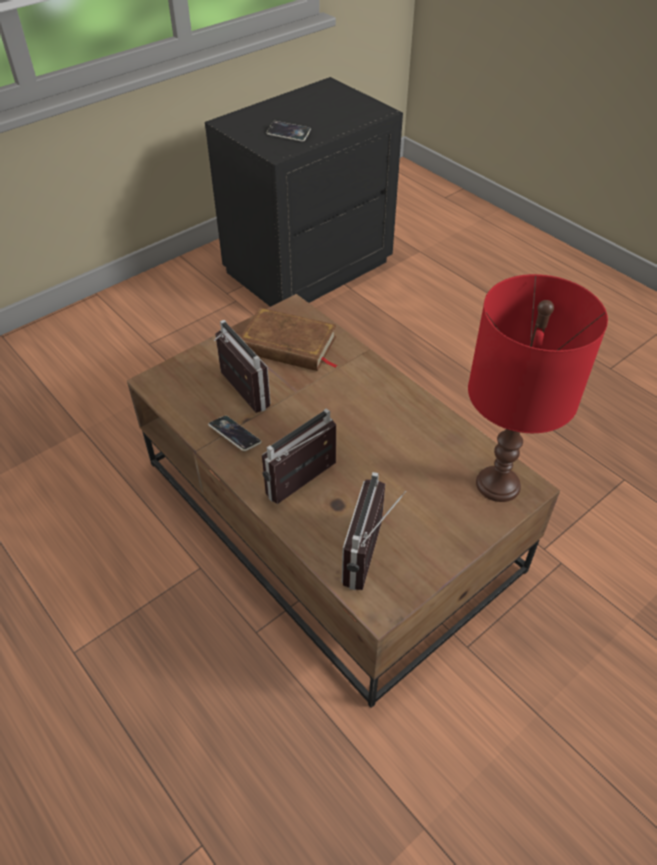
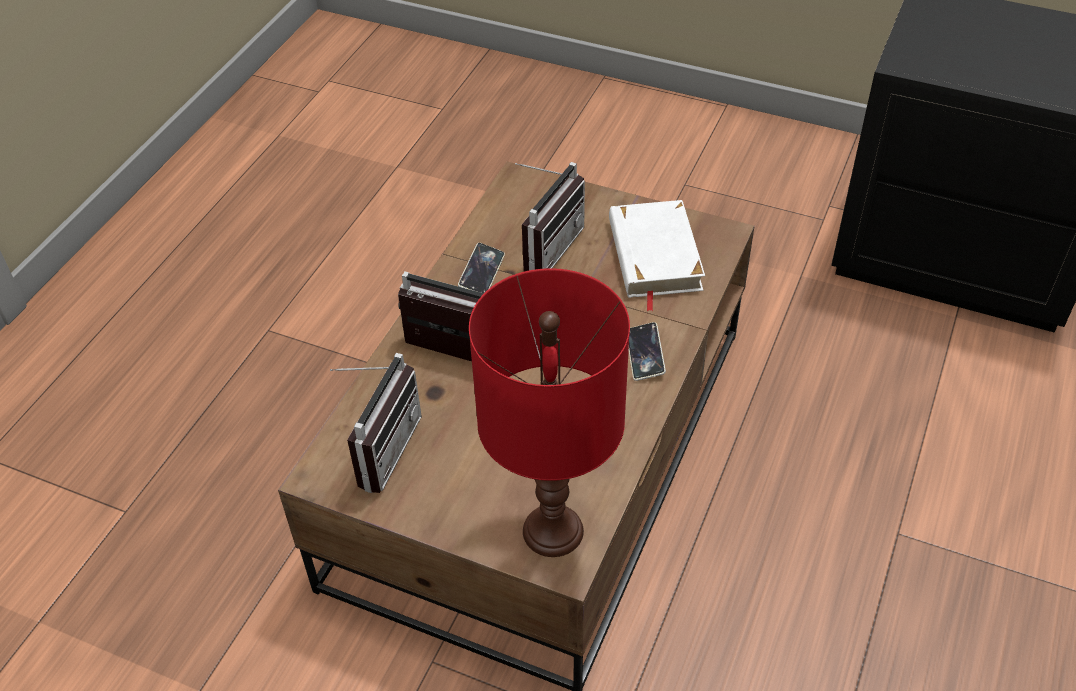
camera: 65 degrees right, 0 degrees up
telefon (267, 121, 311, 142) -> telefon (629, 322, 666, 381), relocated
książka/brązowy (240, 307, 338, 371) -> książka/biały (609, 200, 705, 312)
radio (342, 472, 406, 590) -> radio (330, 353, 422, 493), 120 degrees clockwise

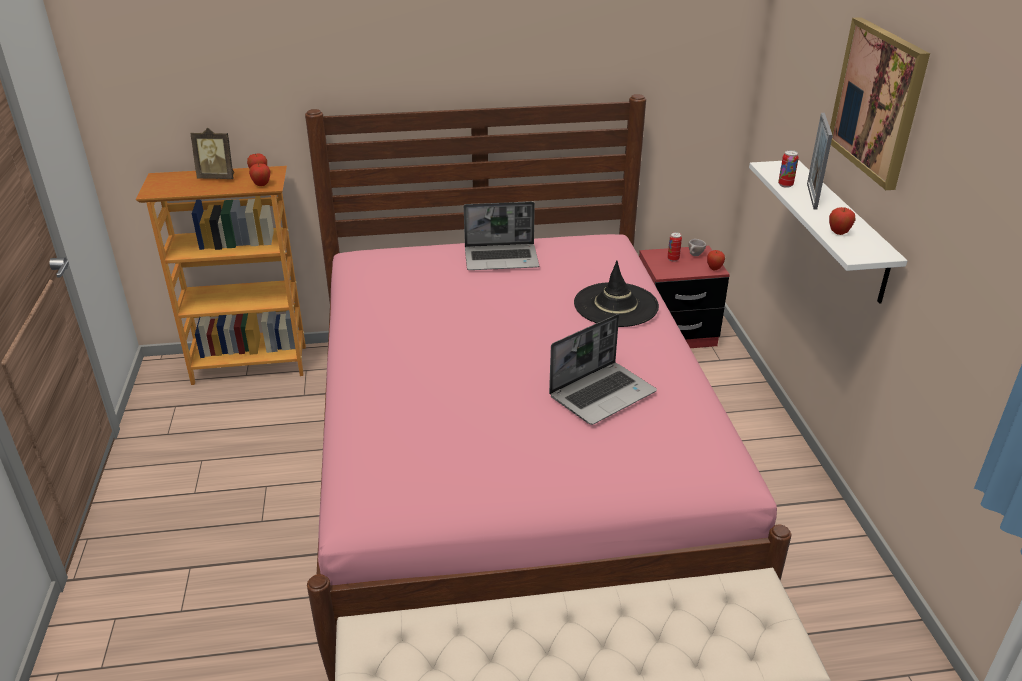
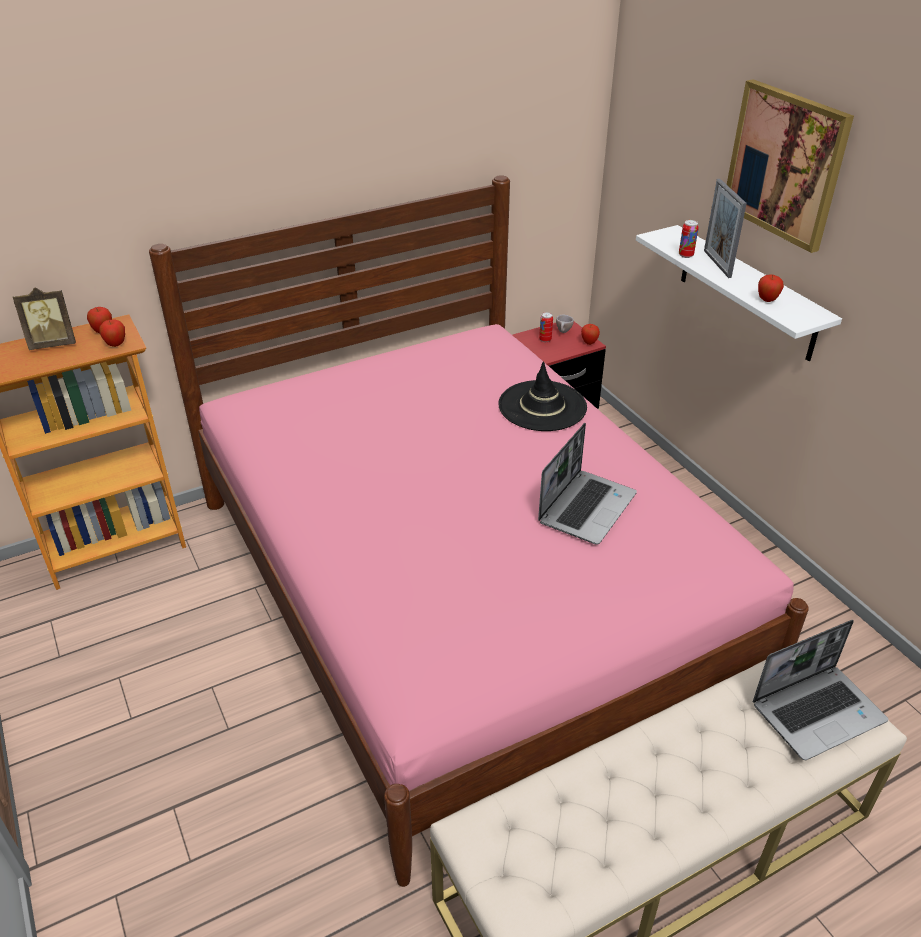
camera: 20 degrees left, 5 degrees up
laptop (464, 202, 539, 270) -> laptop (753, 620, 888, 760), relocated

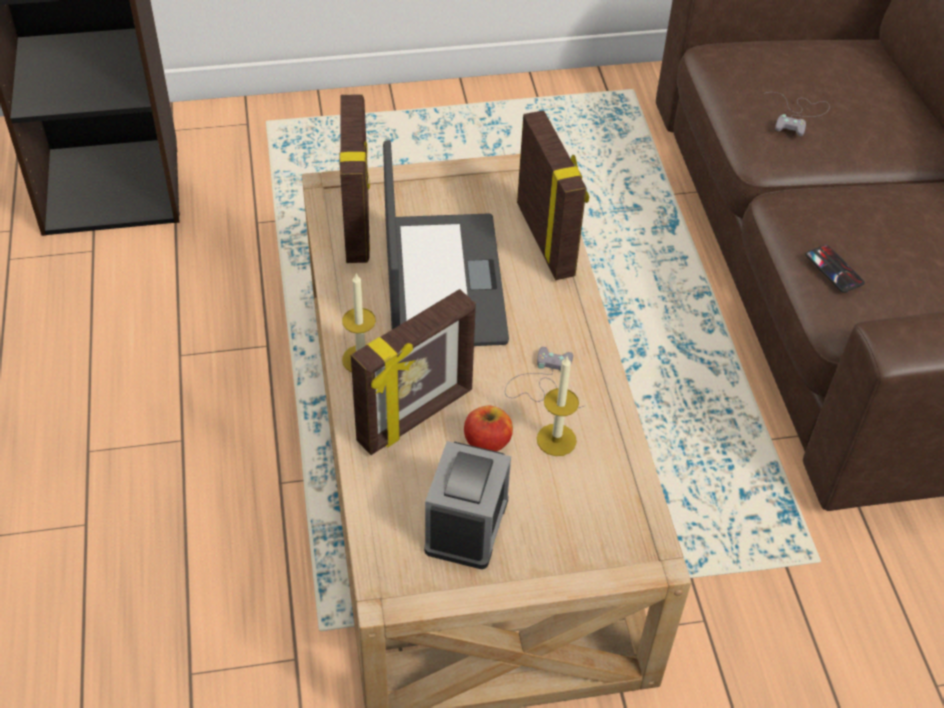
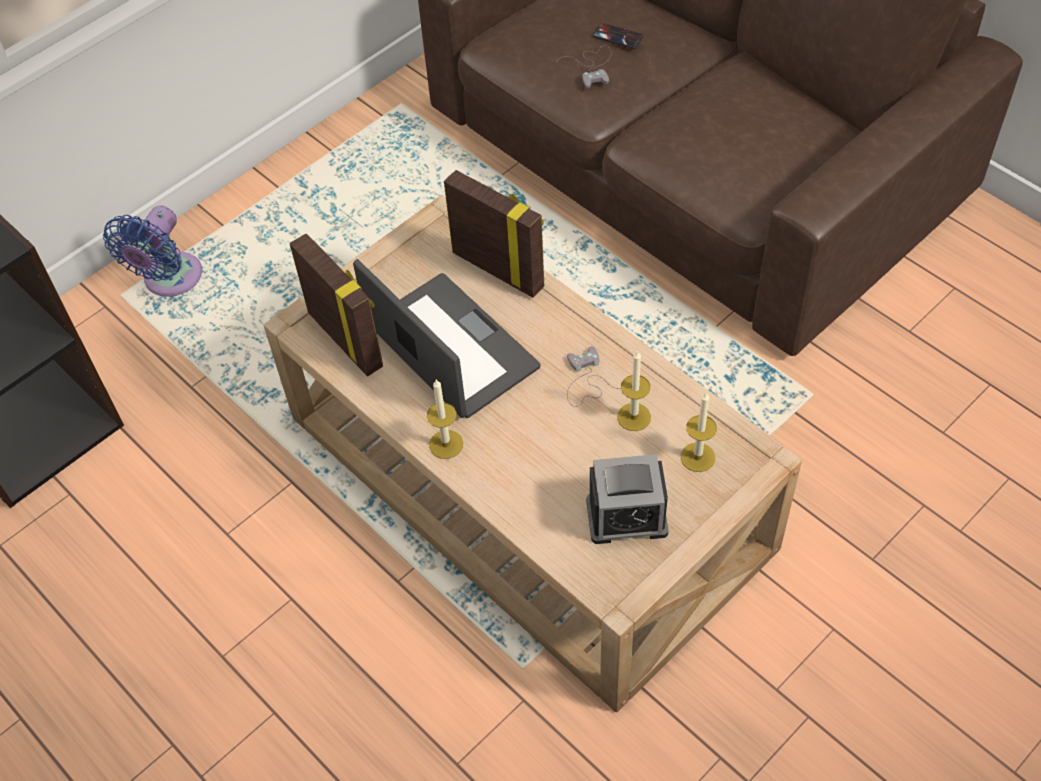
camera: 30 degrees left, 5 degrees up
ramka na zdjęcie (351, 289, 476, 455) -> none
jabłko (464, 405, 513, 451) -> none
none -> wentylator/niebieski (103, 205, 202, 297)
none -> świeca (681, 393, 717, 472)
telefon (805, 245, 865, 293) -> telefon (593, 23, 644, 49), relocated
budzik (424, 441, 511, 569) -> budzik (586, 454, 669, 544), 105 degrees clockwise

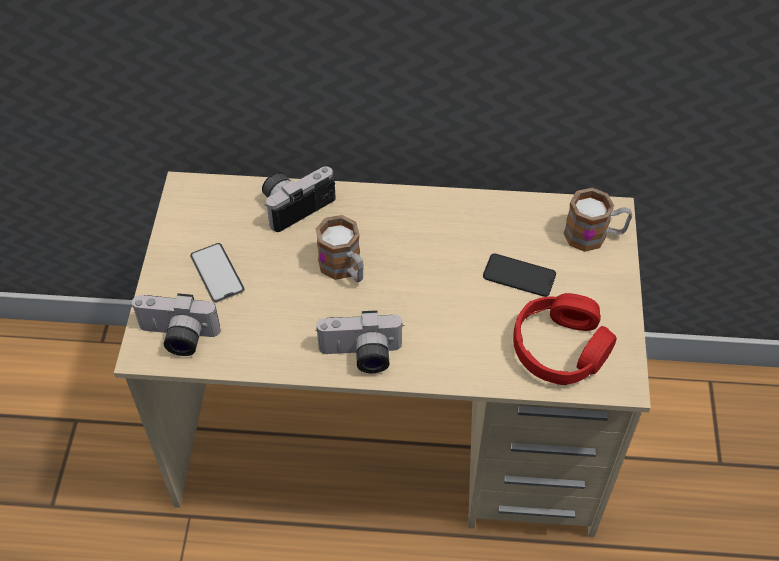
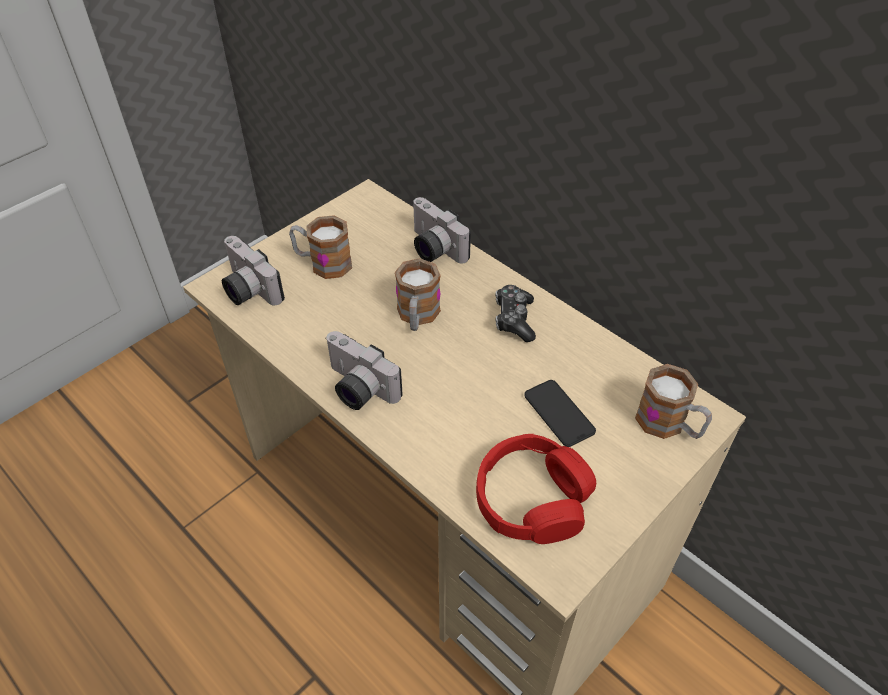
camera: 40 degrees right, 5 degrees down
none -> pad do gier (495, 285, 536, 342)
telefon (190, 243, 245, 303) -> kubek (289, 215, 352, 279)
aparat fotograficzny (262, 166, 336, 232) -> aparat fotograficzny (412, 197, 471, 264), 135 degrees counterclockwise

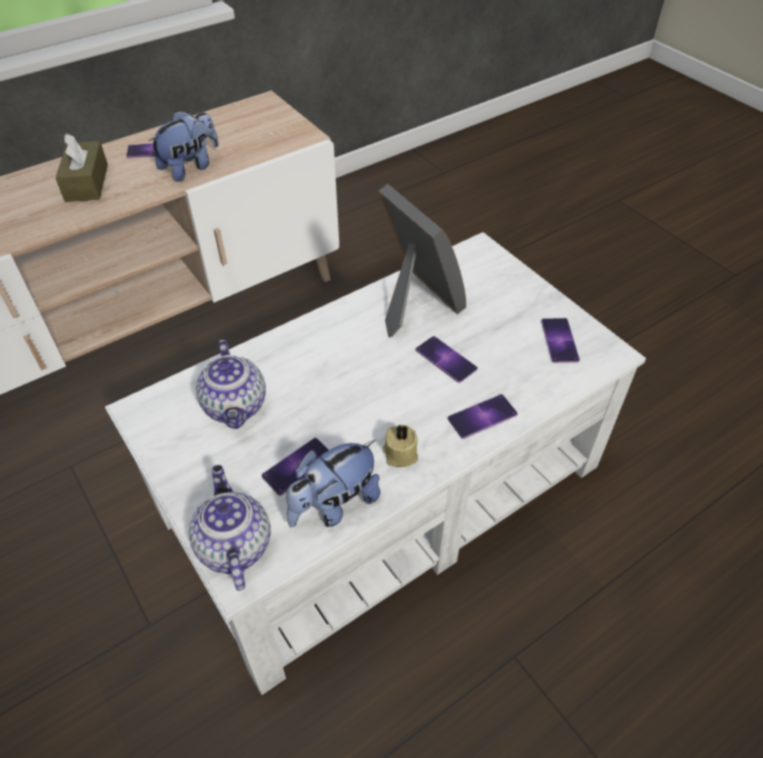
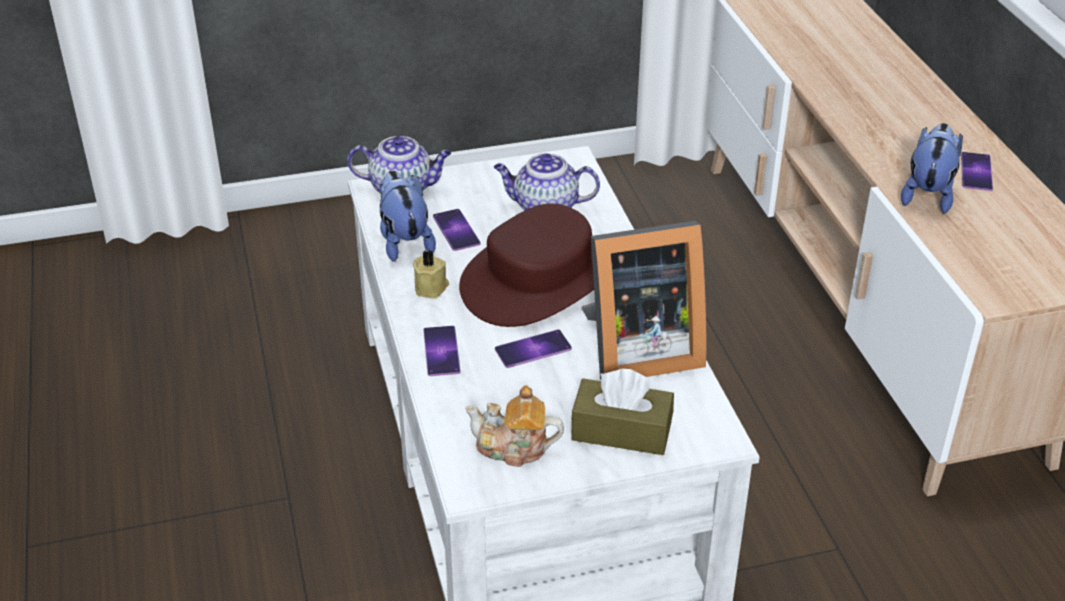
camera: 110 degrees right, 10 degrees down
none -> kapelusz/brązowy (459, 204, 594, 327)
pudełko chusteczek/brązowy (56, 133, 108, 202) -> pudełko chusteczek/brązowy (571, 369, 674, 455), relocated
telefon (541, 318, 580, 363) -> imbryk (465, 385, 564, 467)
pluszak (148, 110, 219, 182) -> pluszak (901, 123, 963, 214), 135 degrees counterclockwise

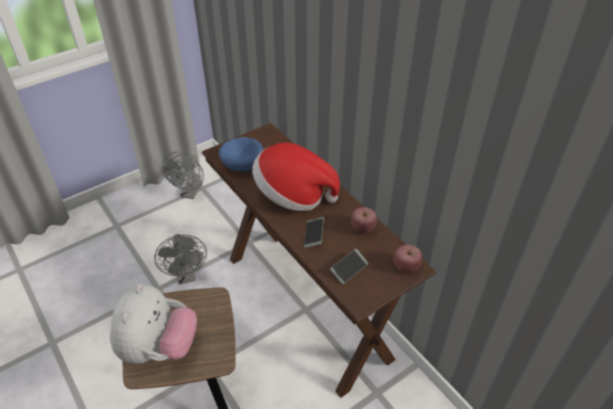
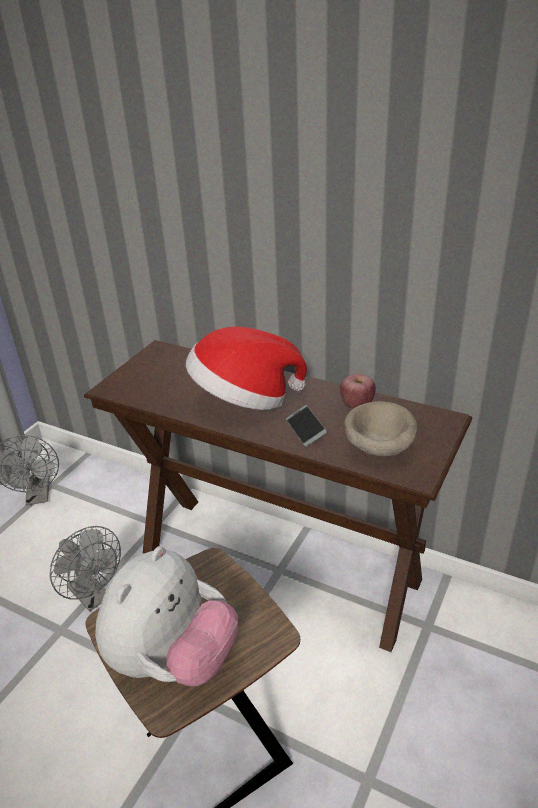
camera: 25 degrees left, 10 degrees down
miska/niebieski (219, 137, 263, 171) -> none
jabłko (393, 245, 423, 273) -> none
telefon (330, 249, 368, 284) -> miska/beżowy (344, 401, 417, 456)
pluszak (110, 284, 197, 364) -> pluszak (95, 546, 238, 686), 45 degrees clockwise

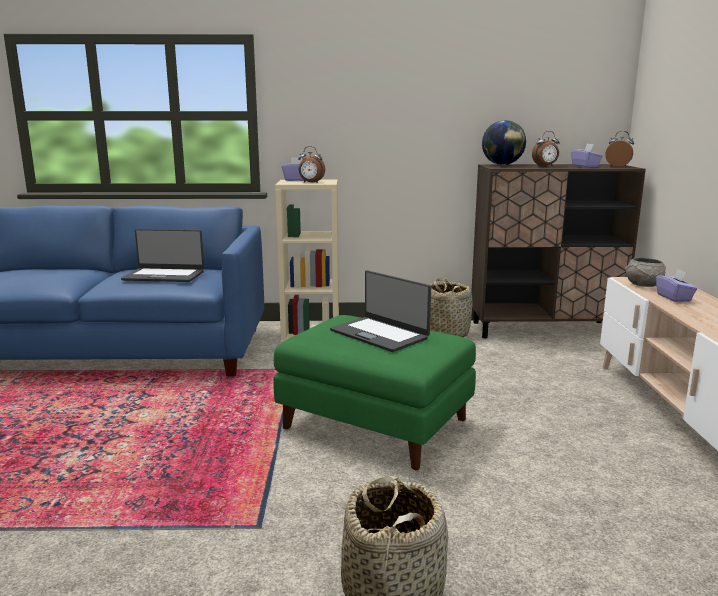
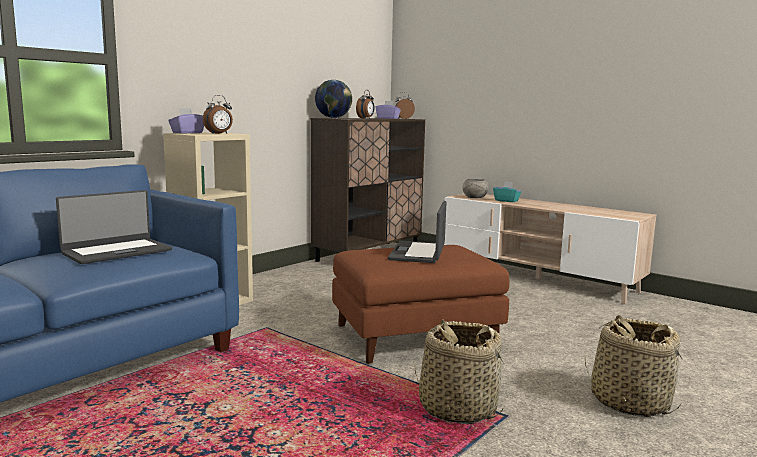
camera: 50 degrees left, 5 degrees down
koszyk (430, 278, 472, 337) -> koszyk (414, 320, 504, 424), relocated
pufa/zielony (273, 315, 476, 471) -> pufa/brązowy (332, 245, 509, 364)
pudełko chusteczek/fioletowy (656, 269, 697, 302) -> pudełko chusteczek/turkusowy (493, 181, 521, 202)
laptop (330, 270, 431, 352) -> laptop (388, 201, 446, 263), 105 degrees clockwise

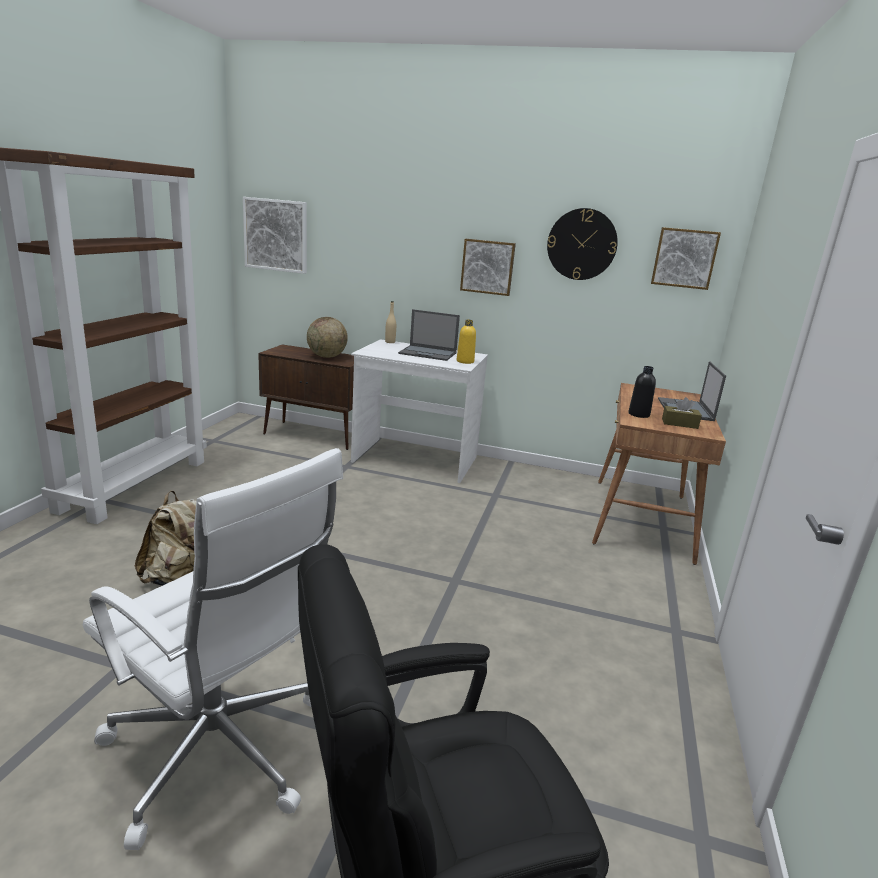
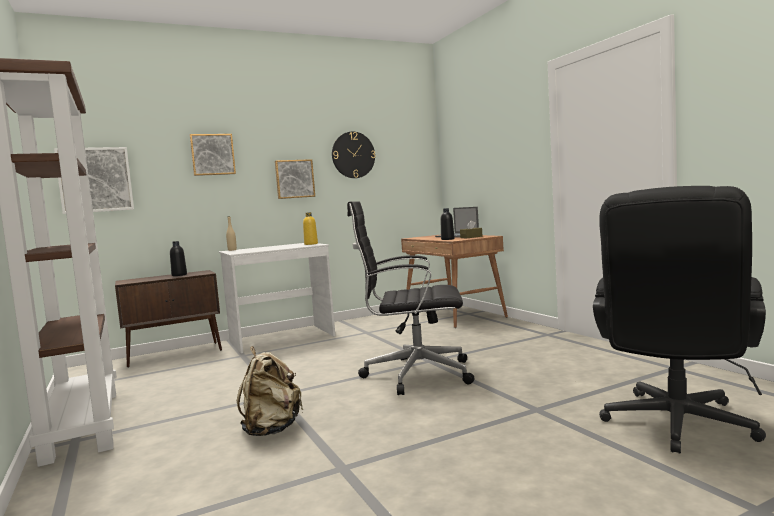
camera: 40 degrees left, 15 degrees down
krzesło biurowe/biały (83, 448, 343, 850) -> none
laptop (398, 309, 460, 361) -> none
none -> krzesło biurowe/czarny (347, 201, 474, 395)
obraz (651, 227, 721, 290) -> obraz (190, 134, 236, 176), relocated
globus (307, 317, 348, 358) -> butelka/czarny (170, 241, 187, 276)

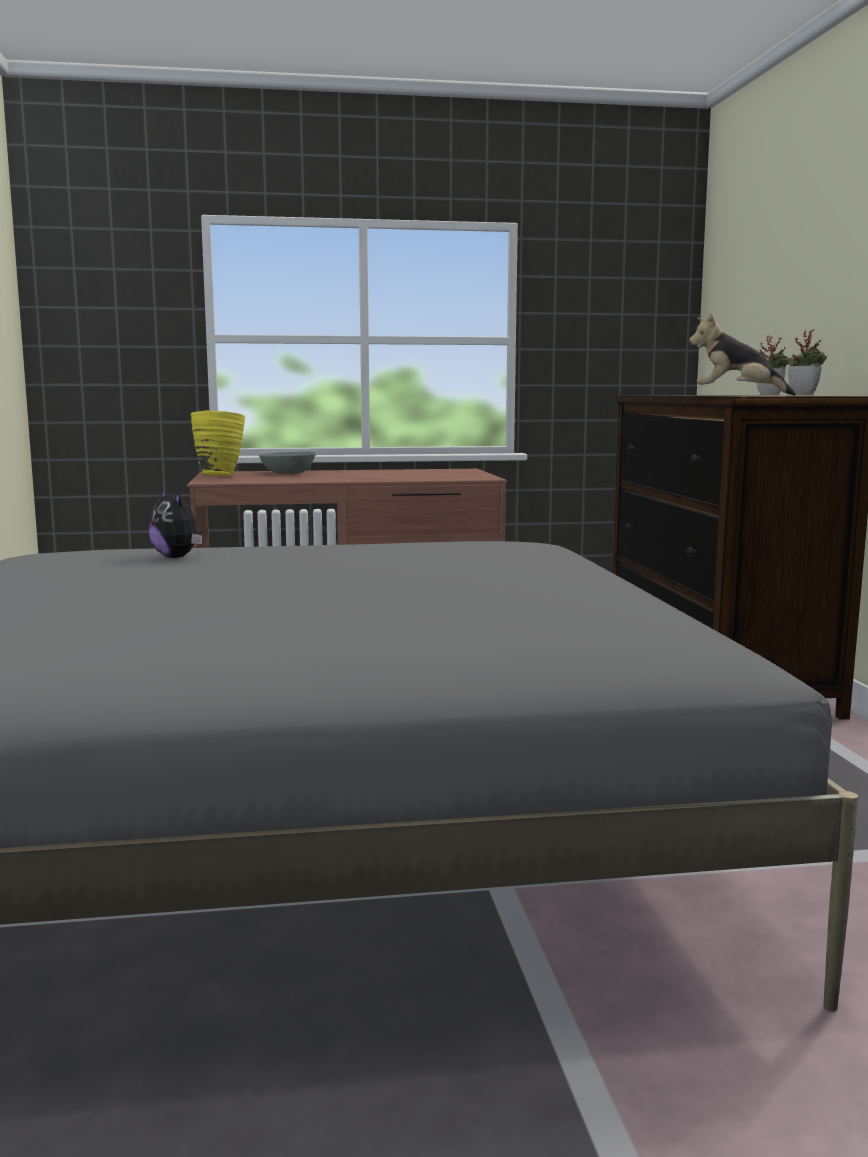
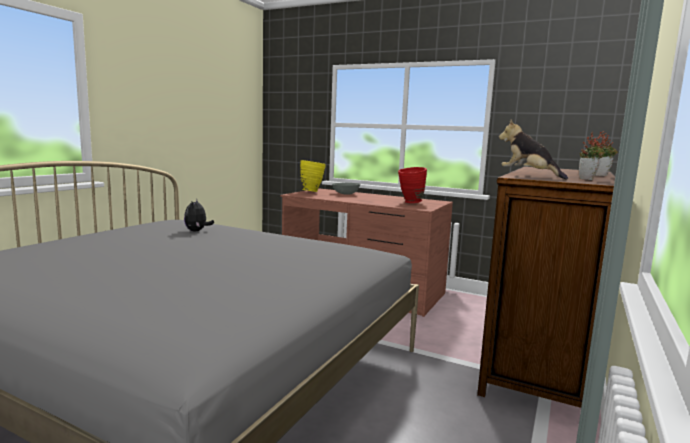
camera: 35 degrees right, 0 degrees up
none -> wazon/czerwony (398, 167, 427, 203)

